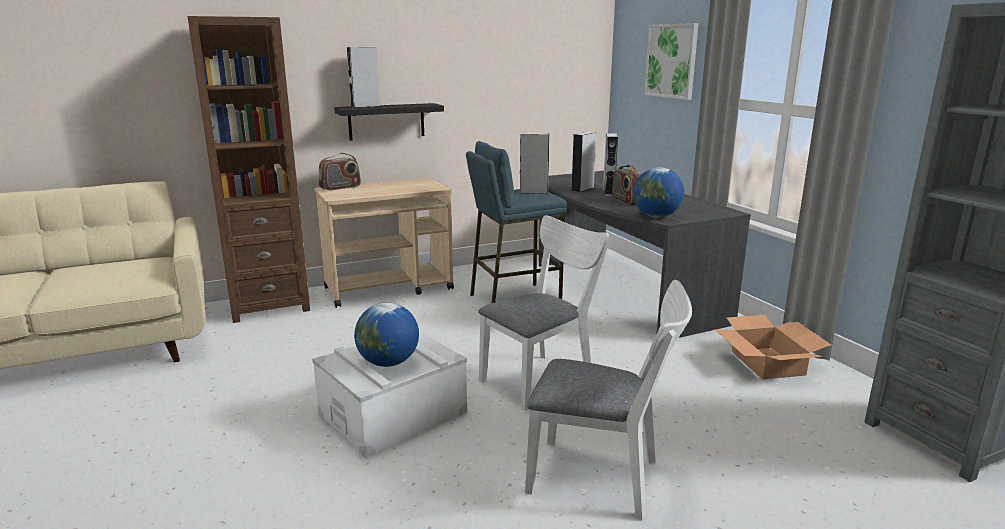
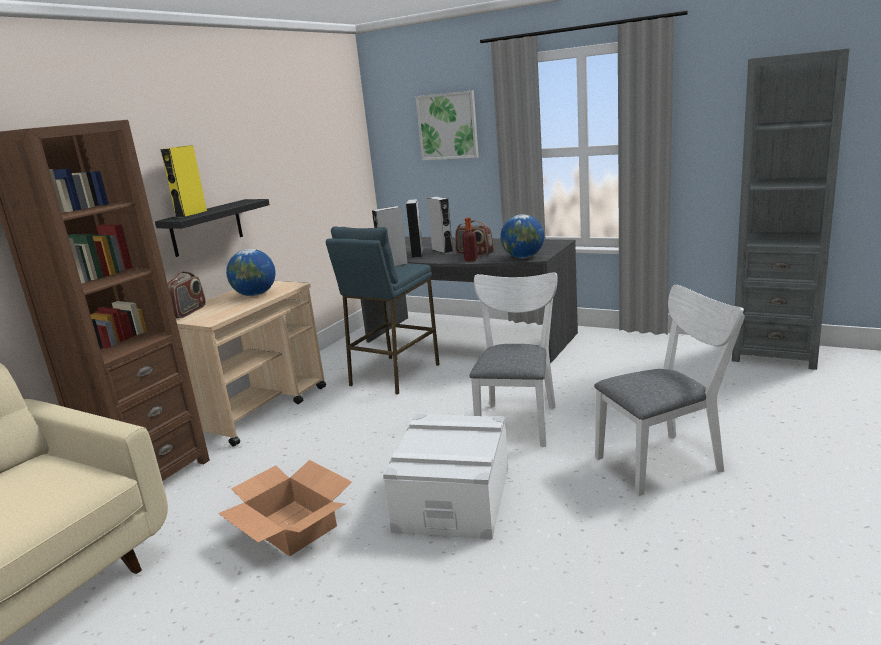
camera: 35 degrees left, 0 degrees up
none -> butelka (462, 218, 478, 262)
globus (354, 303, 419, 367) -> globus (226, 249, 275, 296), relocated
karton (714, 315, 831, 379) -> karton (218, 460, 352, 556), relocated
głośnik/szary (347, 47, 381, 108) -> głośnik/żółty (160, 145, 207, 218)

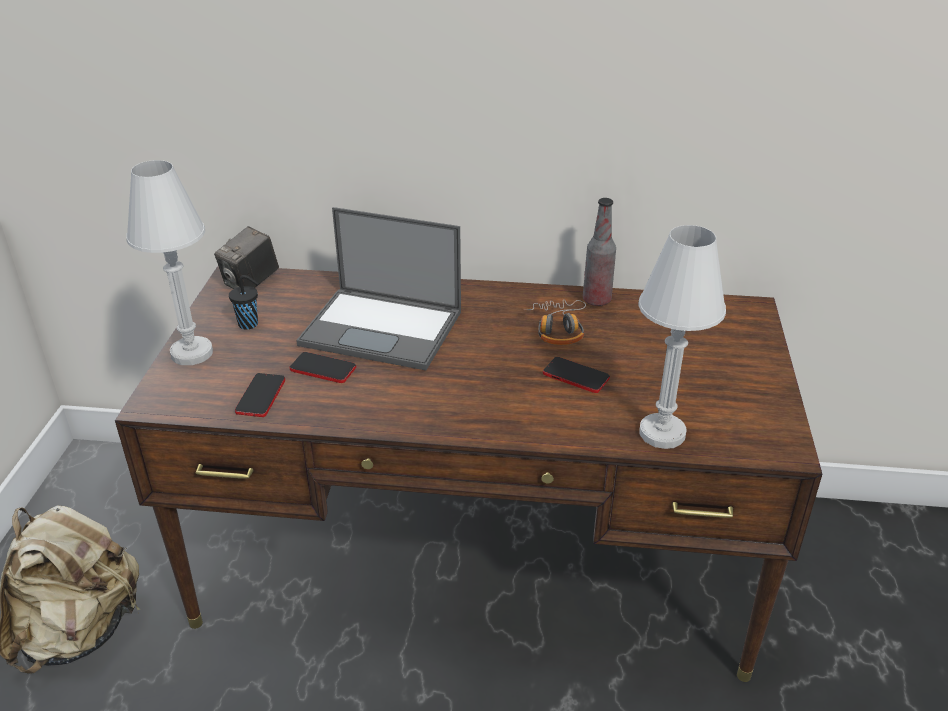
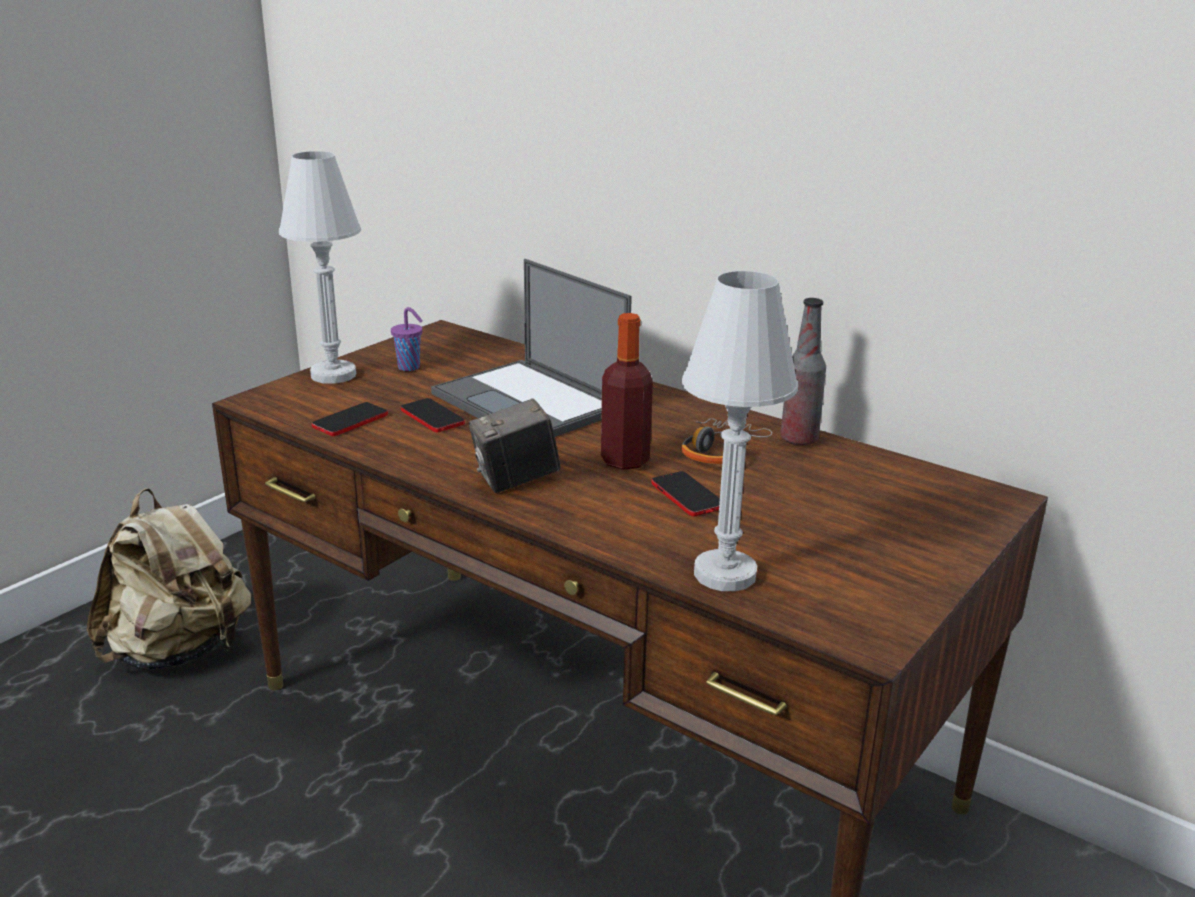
camera: 30 degrees right, 10 degrees down
none -> butelka (601, 313, 653, 470)
aparat fotograficzny (214, 226, 279, 289) -> aparat fotograficzny (469, 398, 561, 493), relocated
filiżanka/czarny (229, 275, 259, 330) -> filiżanka/fioletowy (391, 307, 423, 371)

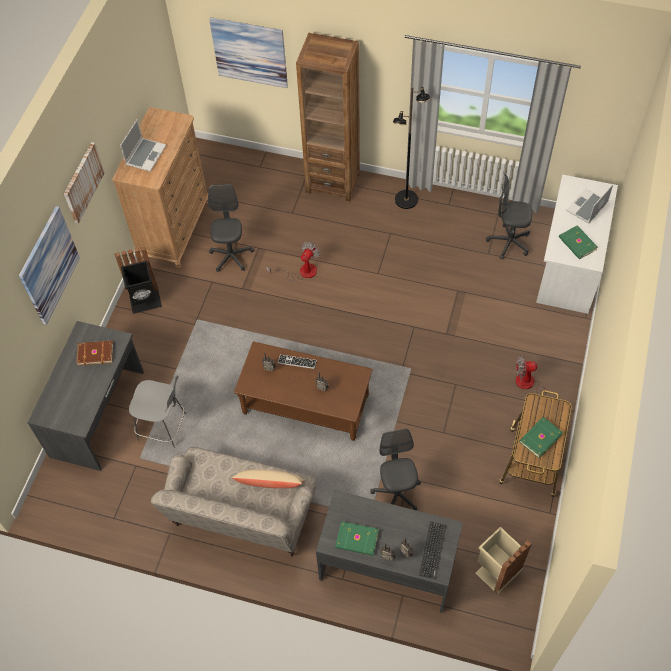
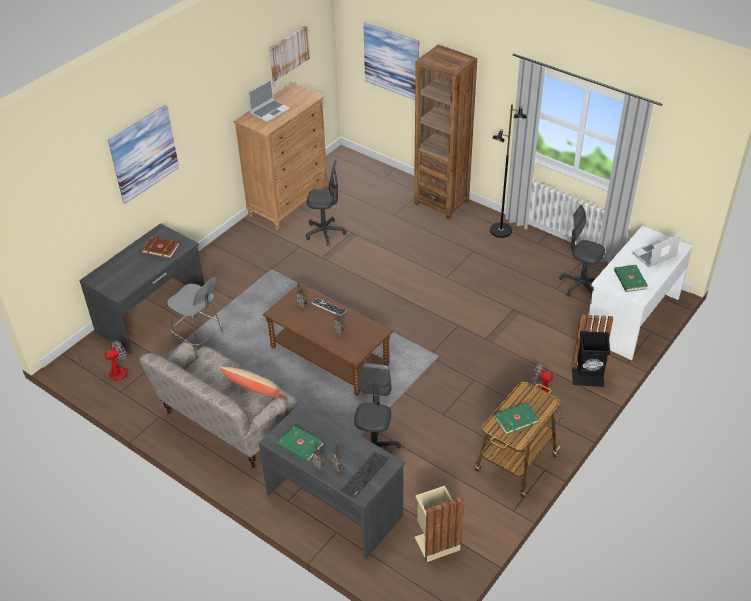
camera: 20 degrees right, 15 degrees down
obraz (64, 142, 105, 224) -> obraz (269, 25, 310, 81), relocated
kosz na śmieci/czarny (115, 246, 162, 314) -> kosz na śmieci/czarny (572, 315, 613, 387), relocated
wentylator (266, 242, 320, 281) -> wentylator (74, 340, 128, 381), relocated
krzesło biurowe/szary (208, 184, 254, 272) -> krzesło biurowe/szary (306, 159, 347, 246), 75 degrees clockwise

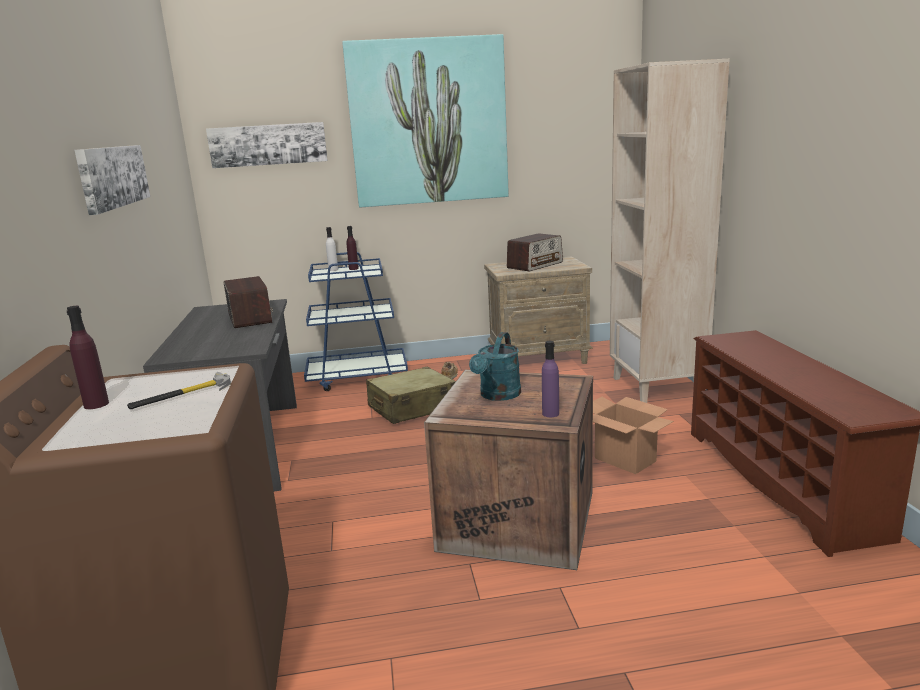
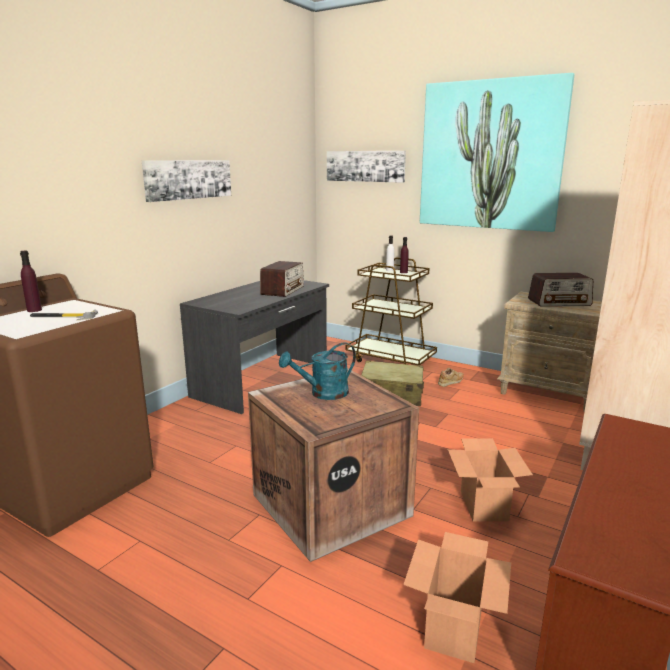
camera: 40 degrees right, 0 degrees up
butelka/fioletowy (542, 341, 559, 417) -> none
none -> karton (403, 532, 511, 663)
wózek/niebieski (304, 252, 408, 391) -> wózek/brązowy (346, 257, 437, 365)

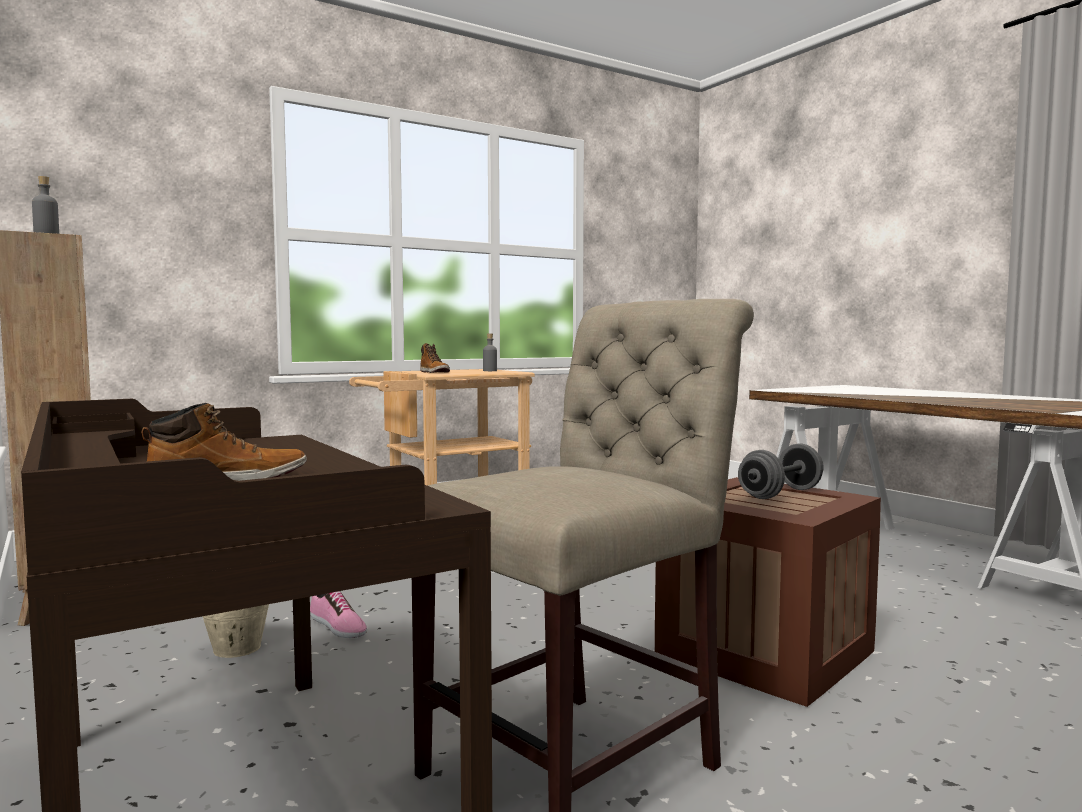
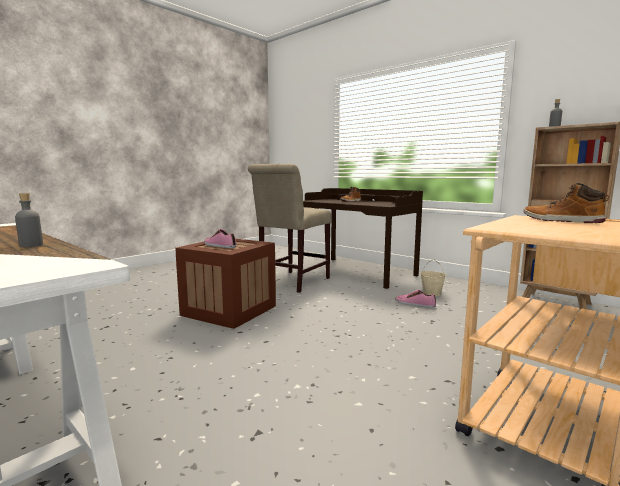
camera: 165 degrees right, 5 degrees up
butelka/szary (483, 334, 497, 371) -> butelka/szary (15, 193, 43, 247), relocated
hantel/szary (738, 443, 824, 499) -> but (204, 229, 236, 248)

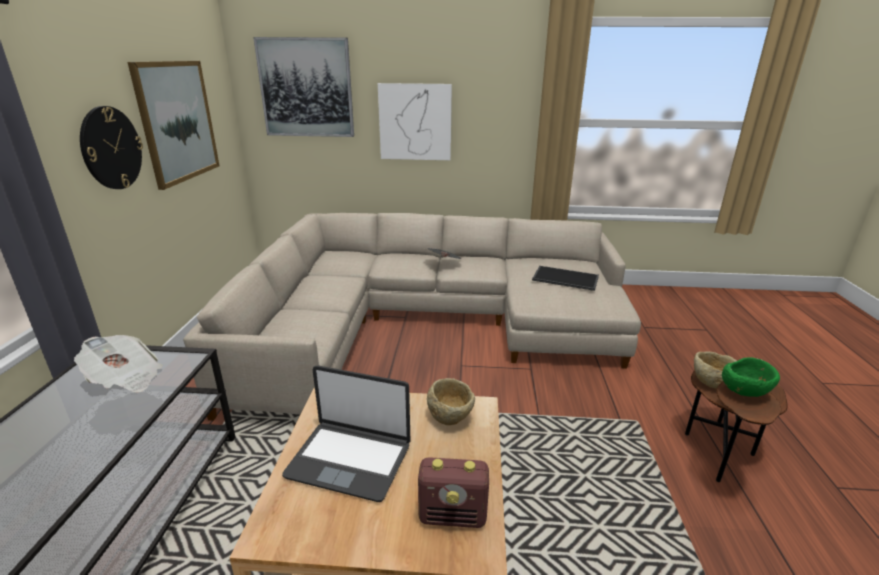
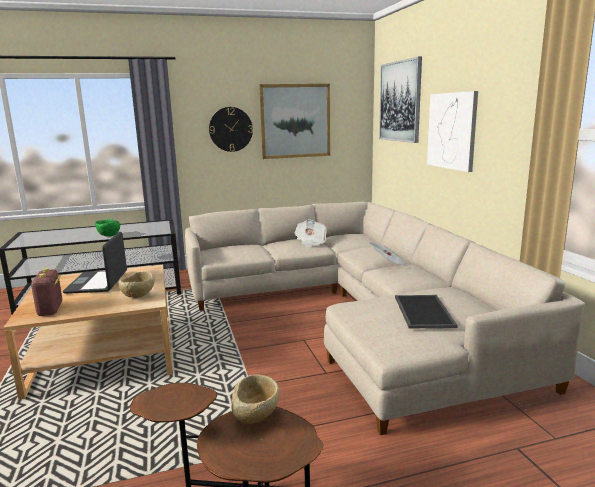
camera: 70 degrees right, 10 degrees down
gazeta (74, 335, 163, 393) -> gazeta (294, 220, 327, 247), relocated
miska/zielony (722, 357, 780, 397) -> miska/zielony (95, 219, 120, 237), relocated

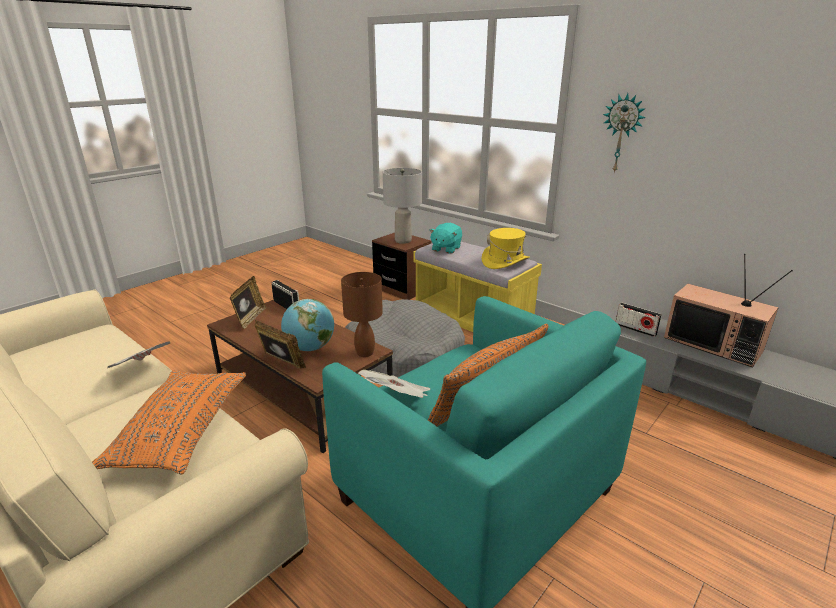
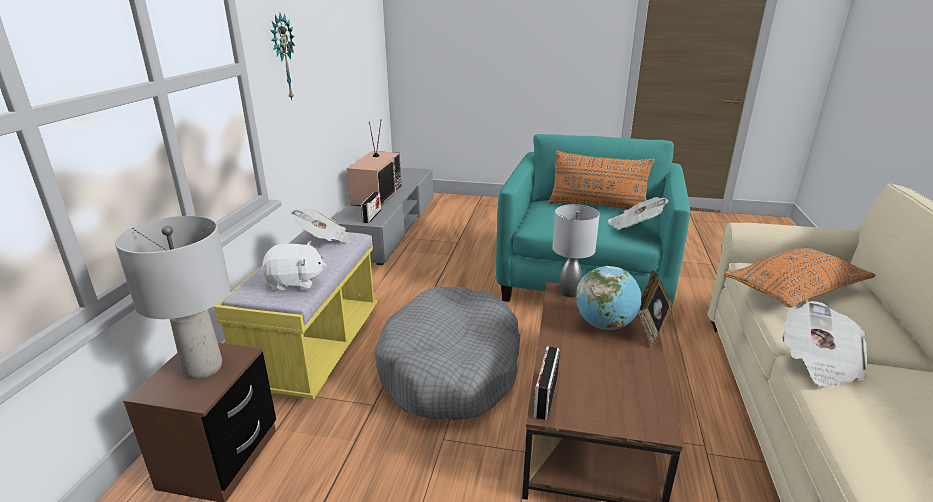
camera: 120 degrees left, 0 degrees up
ramka na zdjęcie (230, 276, 267, 329) -> none
kapelusz/żółty (482, 228, 530, 269) -> gazeta (290, 209, 351, 243)
lampa stołowa/brązowy (341, 272, 383, 357) -> lampa stołowa/szary (552, 204, 600, 297)
pluszak/turkusowy (429, 223, 462, 254) -> pluszak/biały (262, 241, 326, 292)

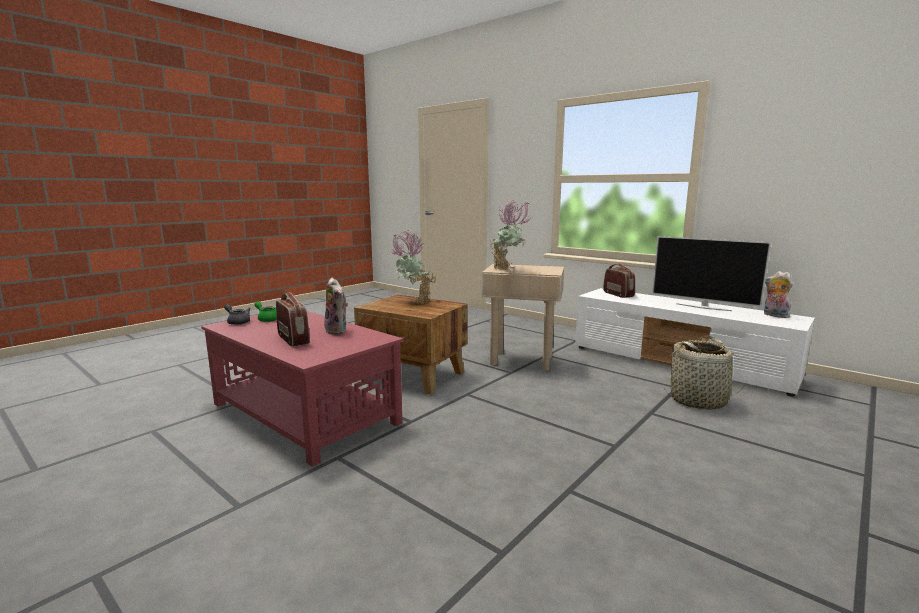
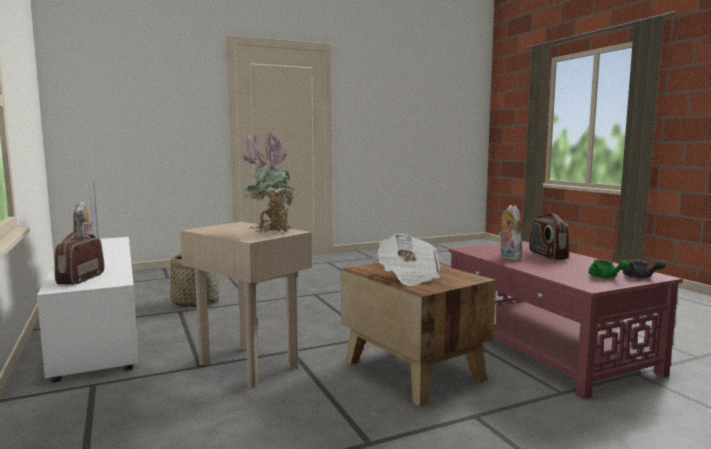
camera: 155 degrees left, 5 degrees down
roślina doniczkowa (390, 230, 436, 304) -> gazeta (377, 234, 440, 286)

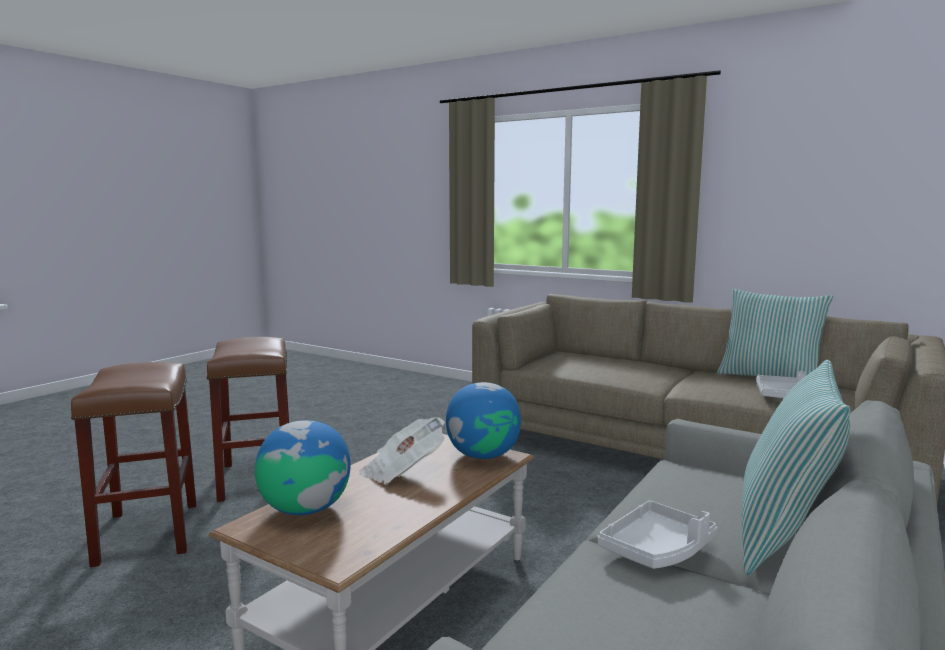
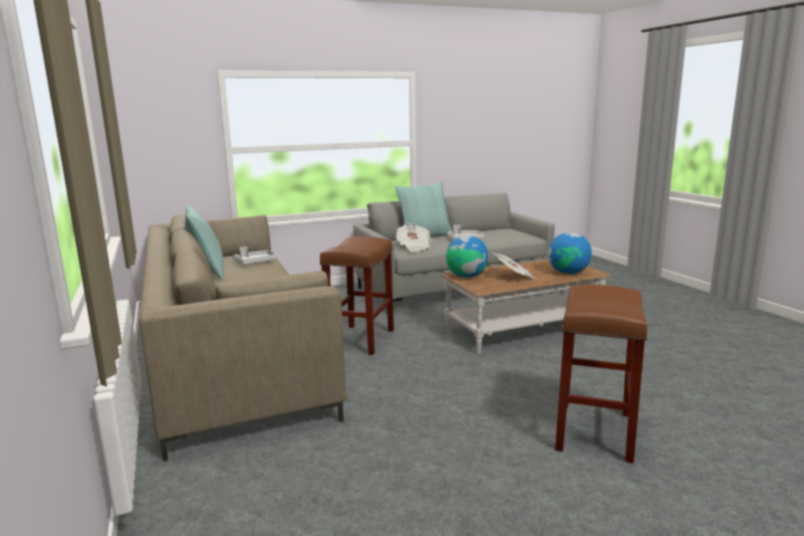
camera: 145 degrees left, 5 degrees up
none -> gazeta (396, 223, 431, 252)
stołek/brązowy (71, 362, 196, 567) -> stołek/brązowy (320, 236, 394, 355), relocated

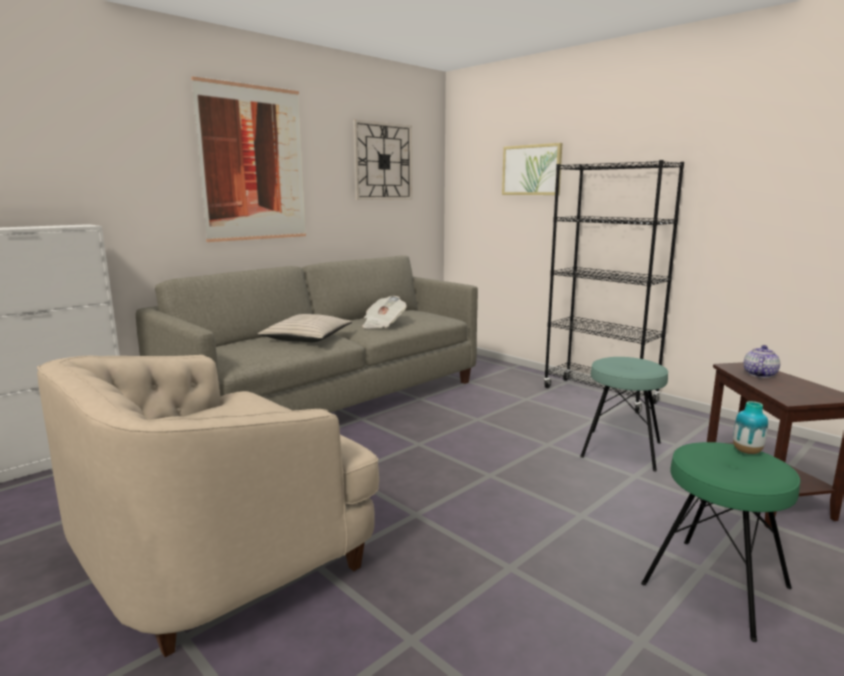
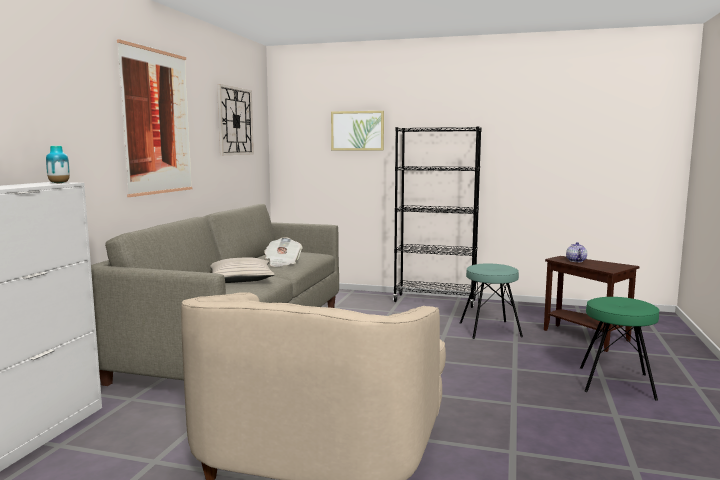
camera: 30 degrees left, 5 degrees down
wazon (733, 401, 768, 454) -> wazon (46, 146, 70, 183), relocated

